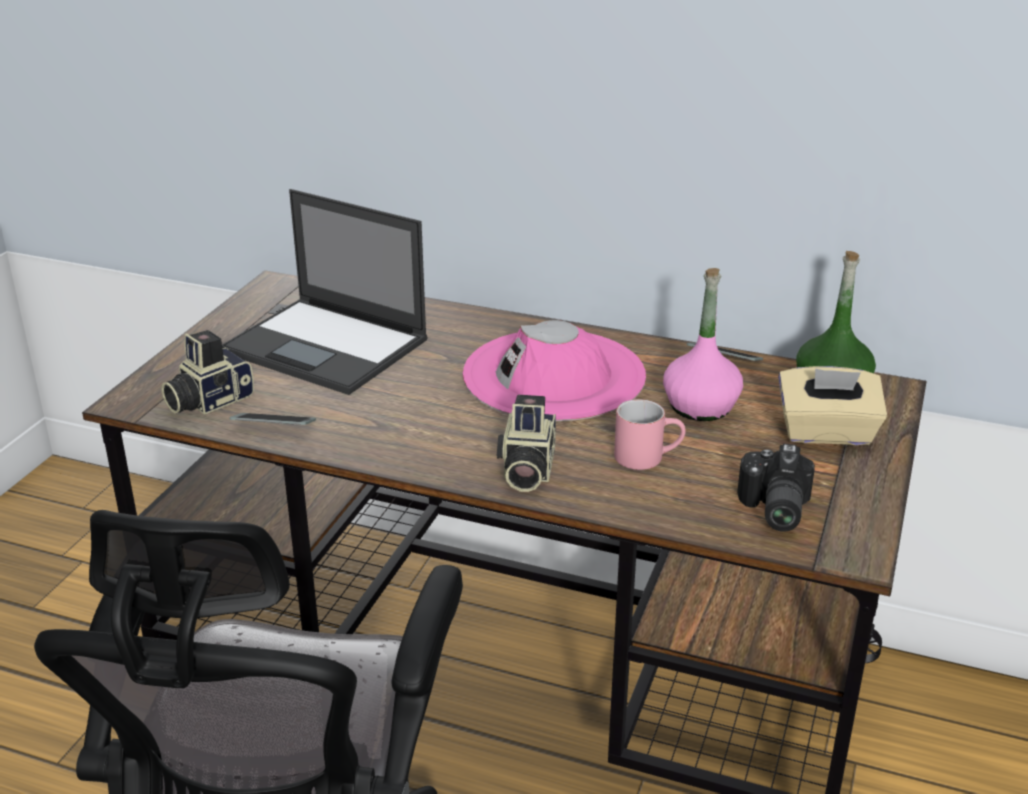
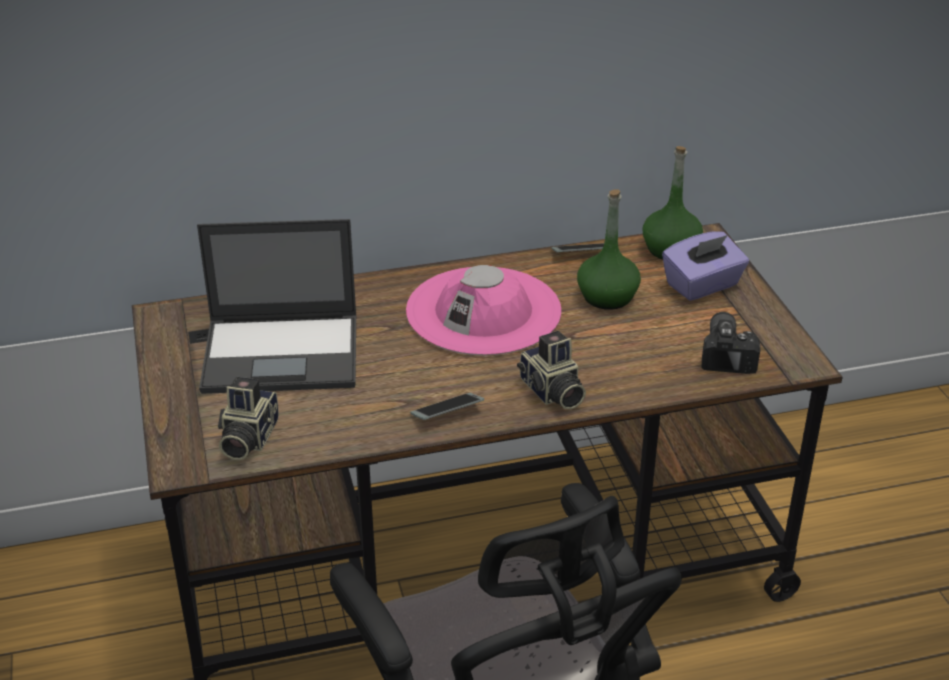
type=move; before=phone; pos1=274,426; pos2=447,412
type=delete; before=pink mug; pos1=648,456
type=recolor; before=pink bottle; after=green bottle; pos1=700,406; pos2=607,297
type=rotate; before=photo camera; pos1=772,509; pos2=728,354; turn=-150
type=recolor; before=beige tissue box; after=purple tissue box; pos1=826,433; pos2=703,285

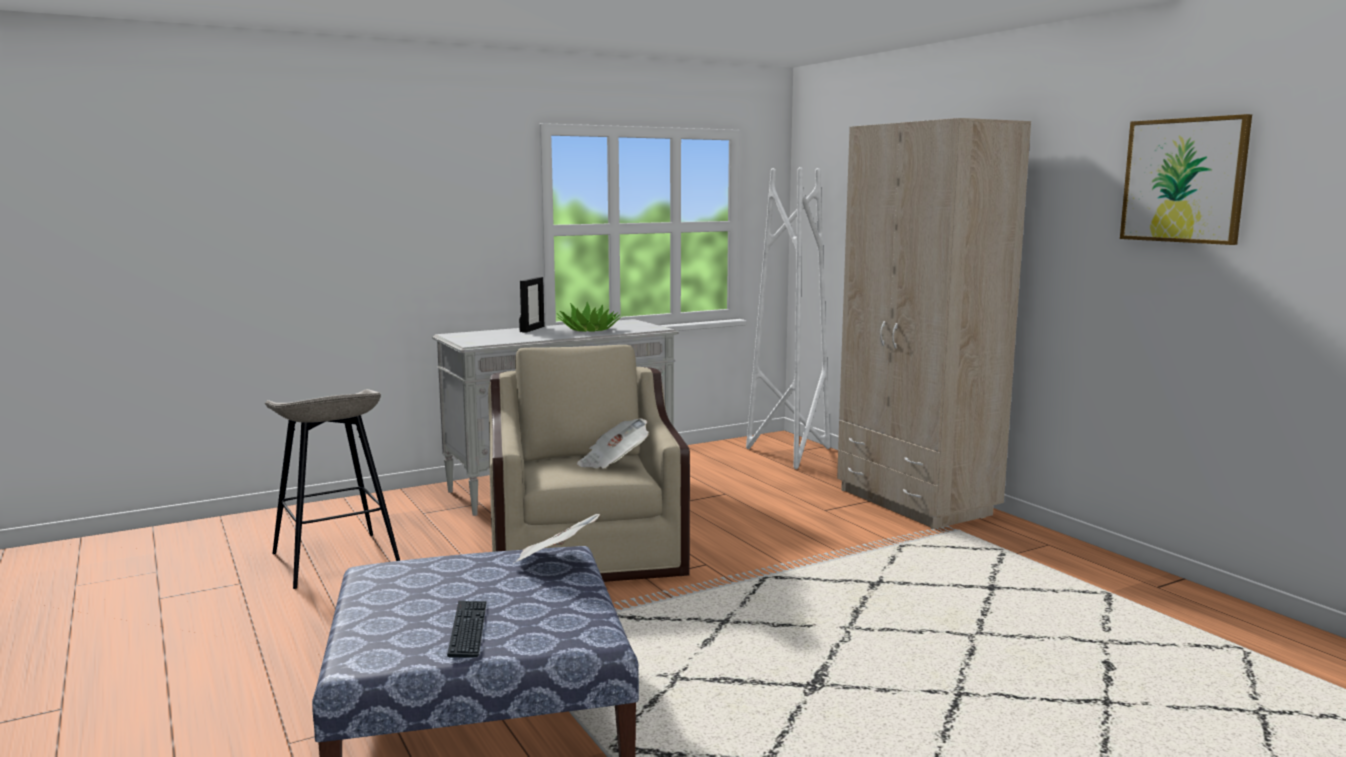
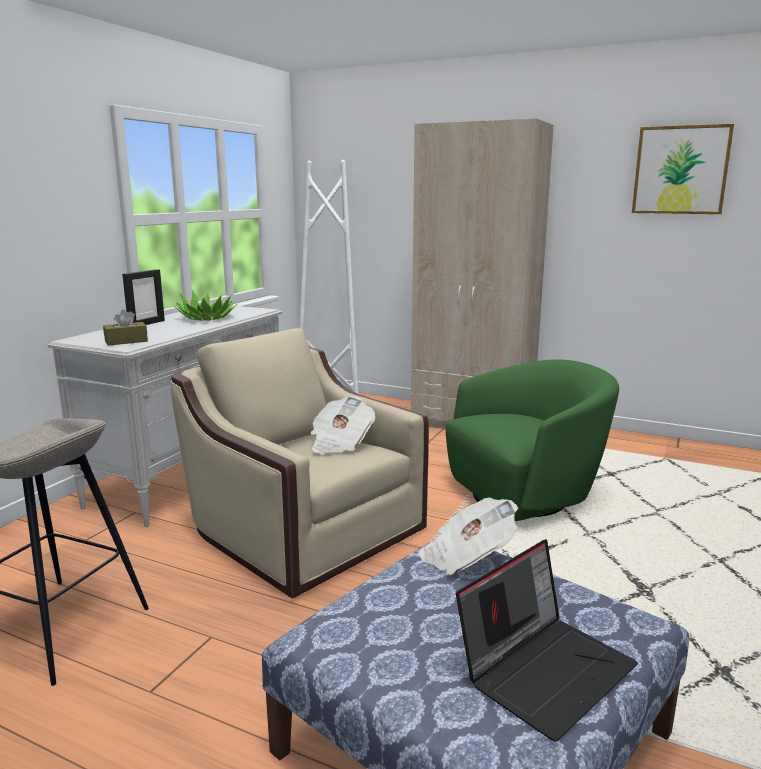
type=replace; before=keyboard; after=laptop; pos1=468,629; pos2=545,669
type=rotate; before=picture frame; pos1=532,329; pos2=146,324; turn=45
type=insert; after=brown tissue box; pos2=126,341
type=insert; after=green armchair; pos2=526,495

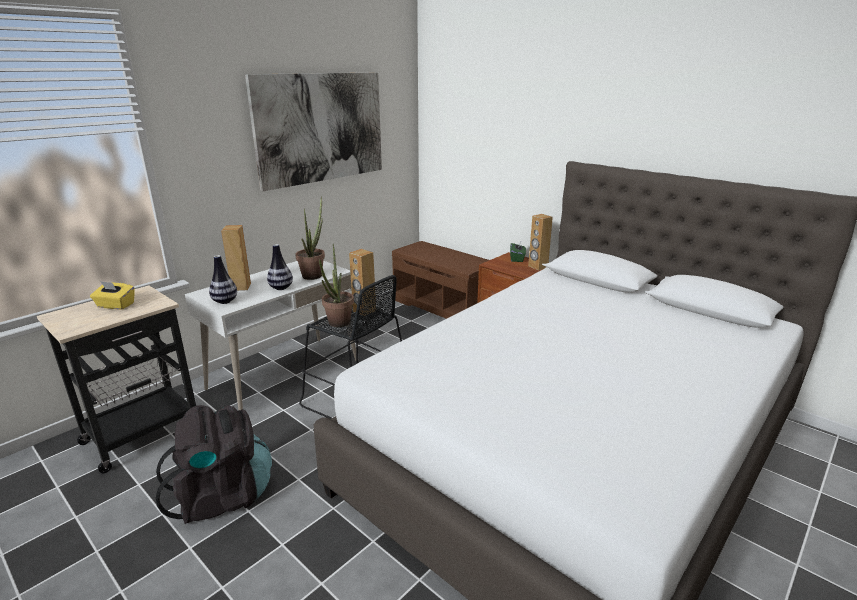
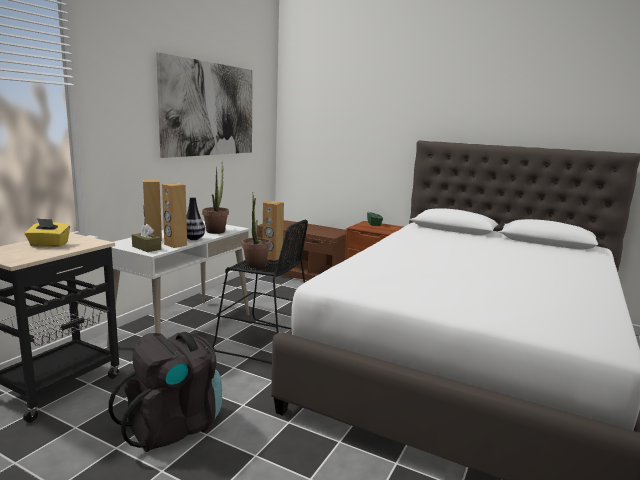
type=replace; before=vase; after=brown tissue box; pos1=225,301; pos2=146,248
type=move; before=brown speaker; pos1=537,266; pos2=175,245

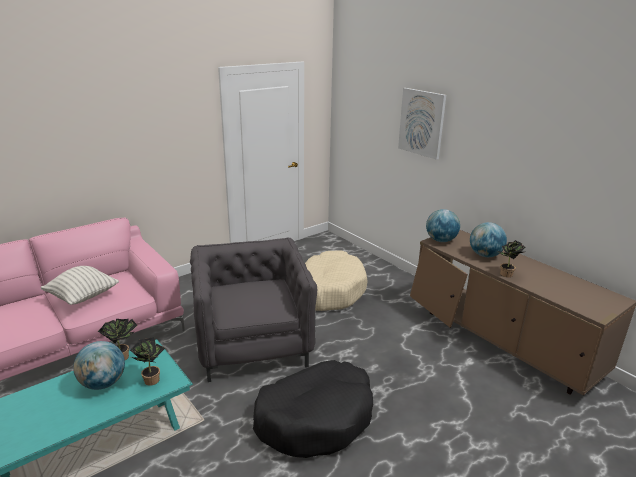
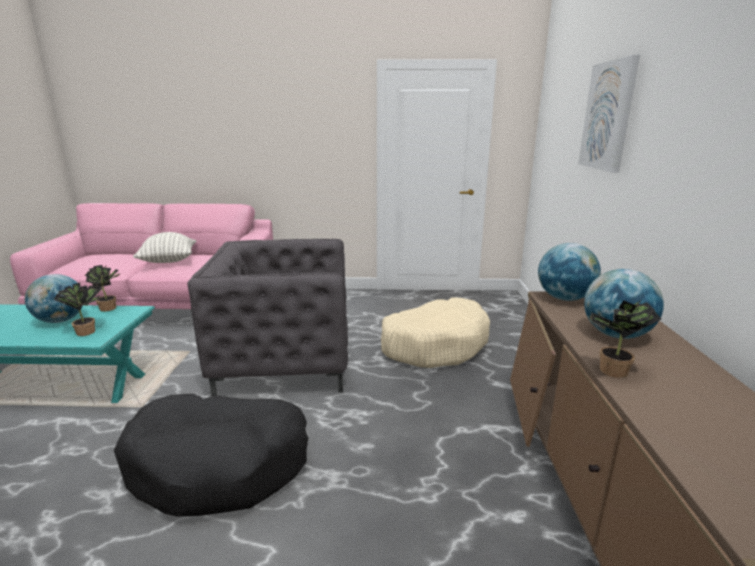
type=rotate; before=grey armchair; pos1=253,343; pos2=284,362; turn=-120

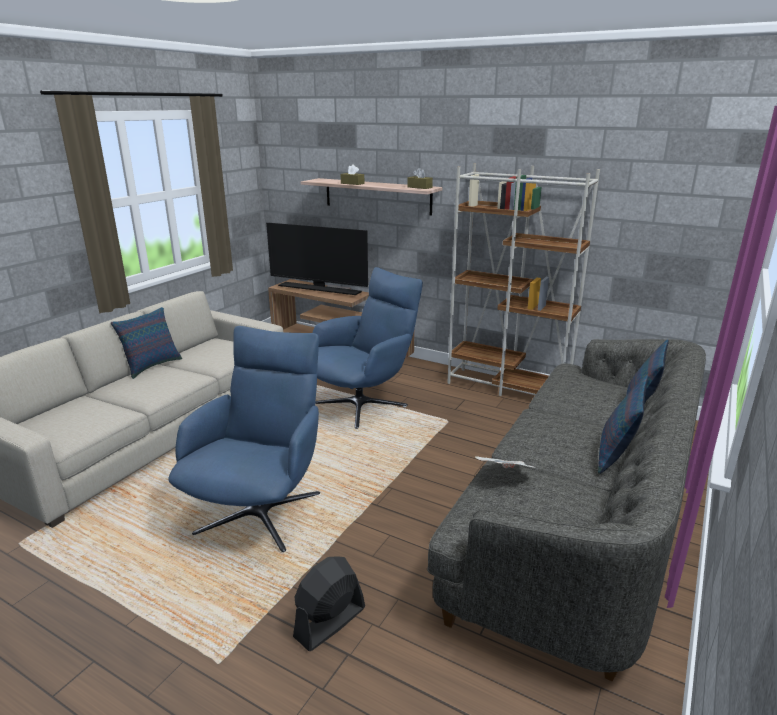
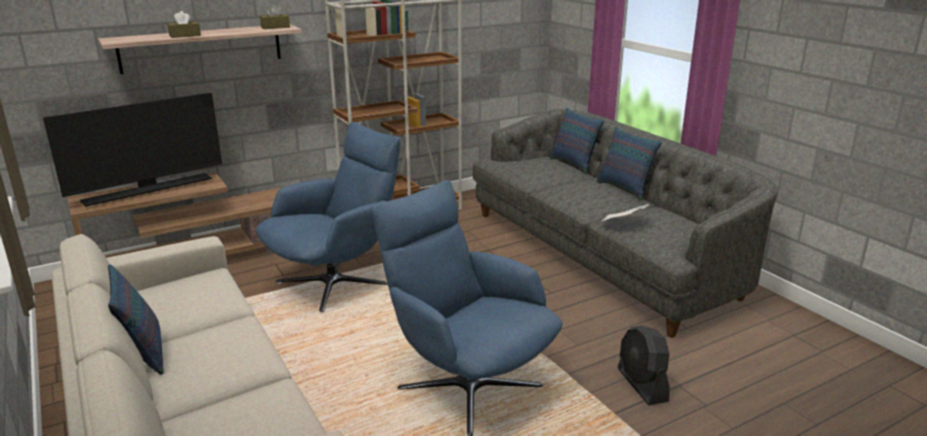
type=rotate; before=blue armchair; pos1=362,404; pos2=335,283; turn=60

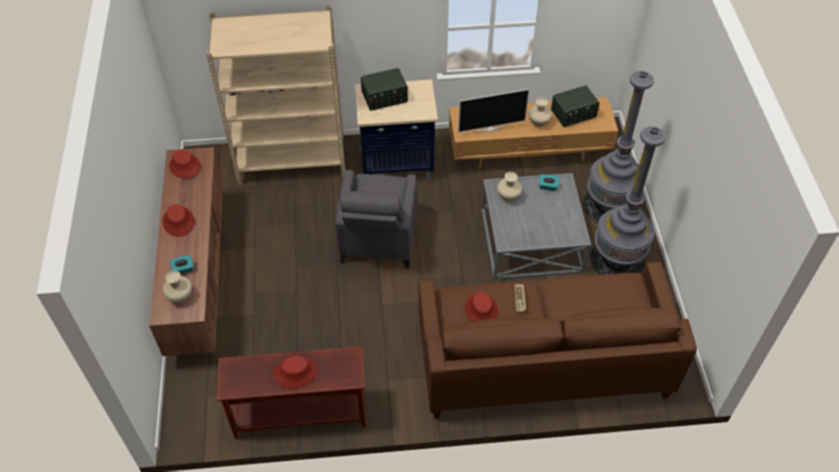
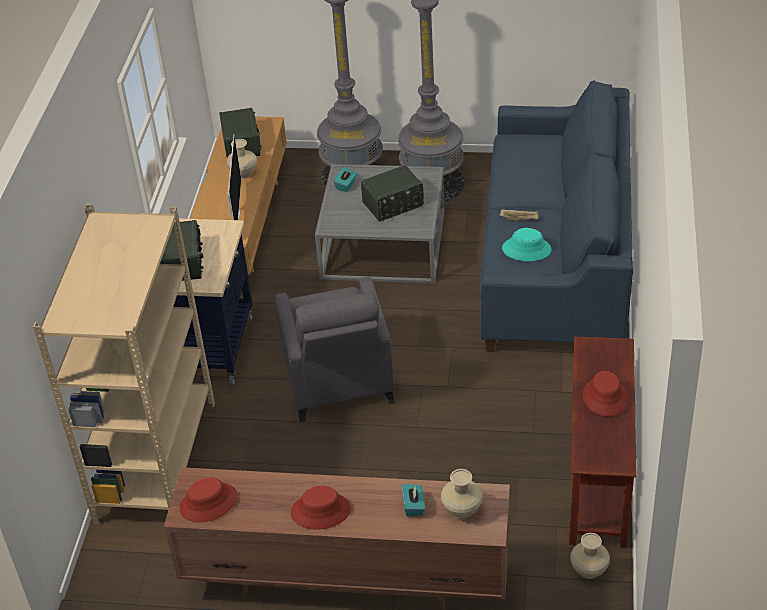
type=rotate; before=grey armchair; pos1=378,238; pos2=338,380; turn=60
type=recolor; before=brown sofa; after=blue sofa; pos1=542,360; pos2=556,261
type=recolor; before=red hat; after=turquoise hat; pos1=481,310; pos2=526,249
type=move; before=beige vase; pos1=509,196; pos2=589,570
type=insert; after=radio; pos2=393,205

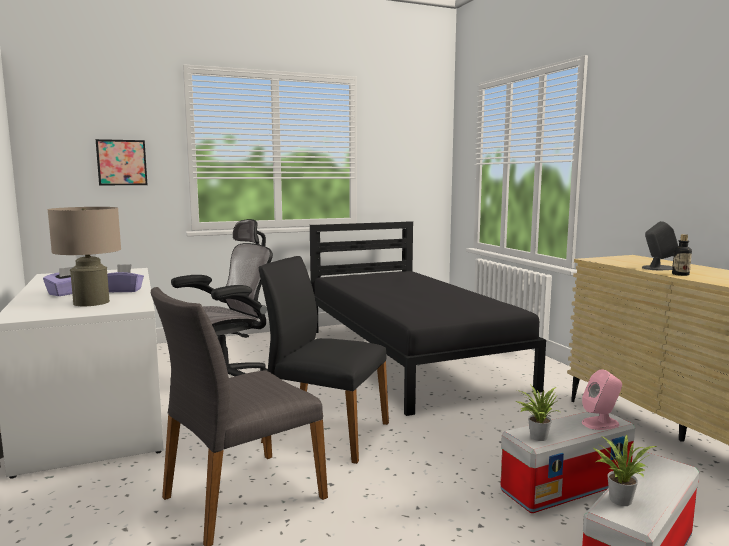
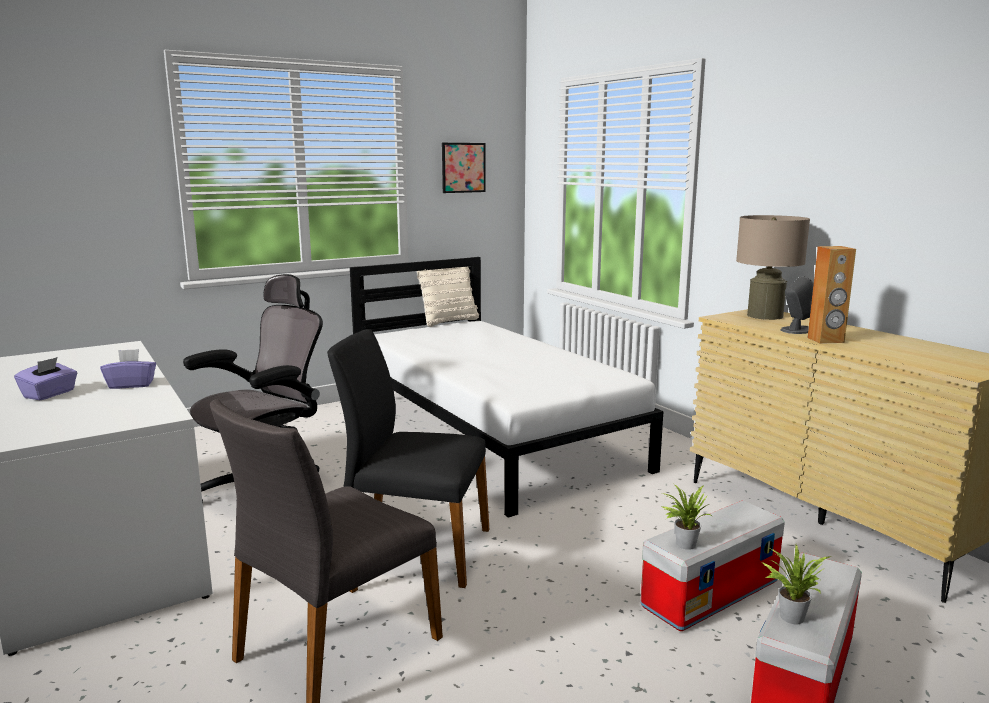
type=move; before=beige table lamp; pos1=91,302; pos2=765,316
type=move; before=picture; pos1=122,162; pos2=463,167
type=recolor; before=black bed; after=white bed; pos1=409,357; pos2=490,435
type=delete; before=pink speaker; pos1=600,423
type=replace; before=bottle; after=brown speaker; pos1=680,274; pos2=826,340
type=insert; after=beige pillow; pos2=448,321

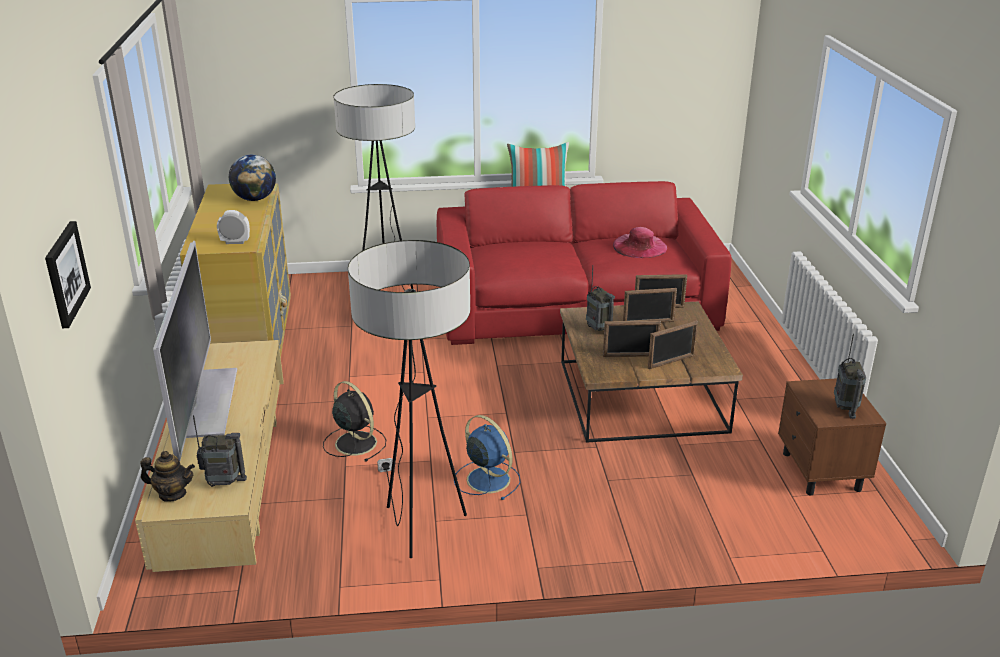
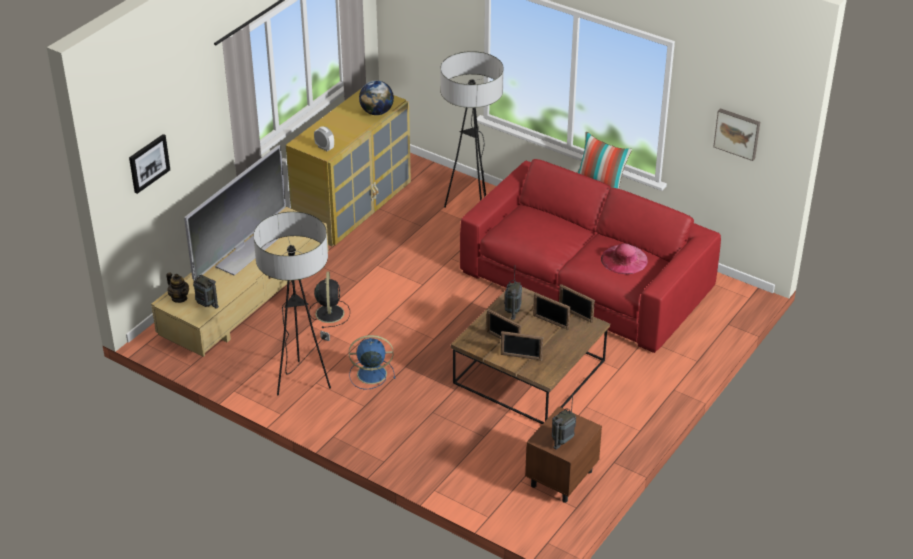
type=rotate; before=blue fan; pos1=486,479; pos2=370,374; turn=-90
type=insert; after=picture; pos2=737,133

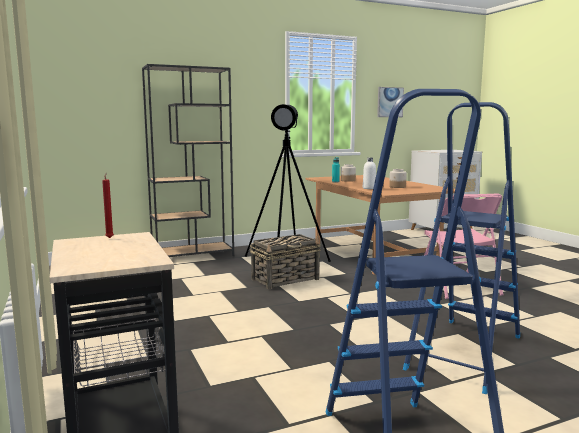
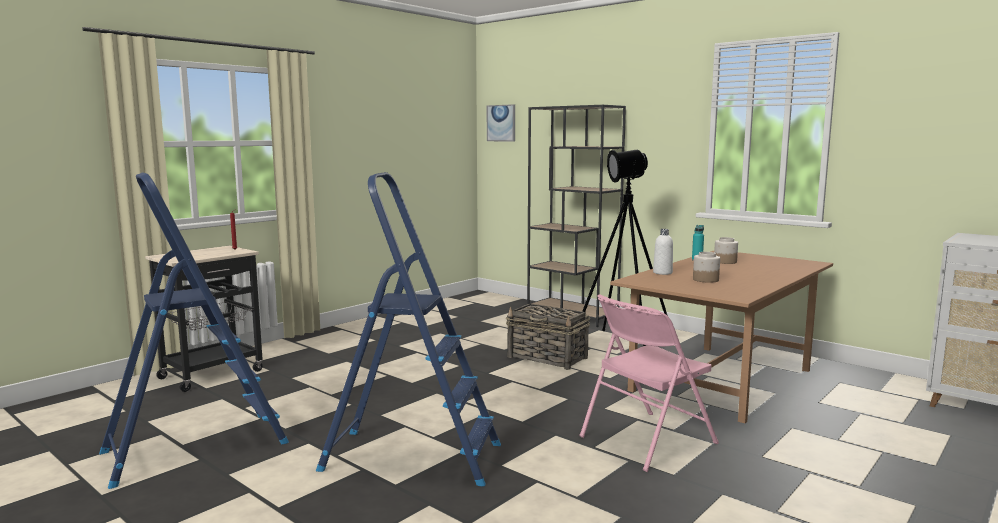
type=move; before=picture; pos1=390,102; pos2=501,123

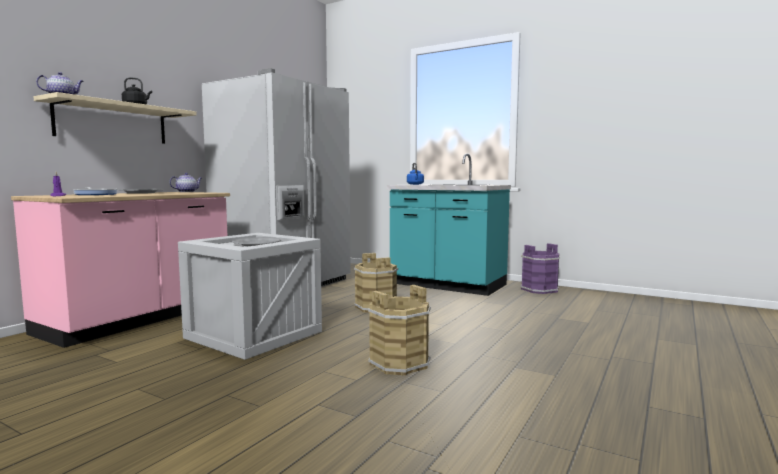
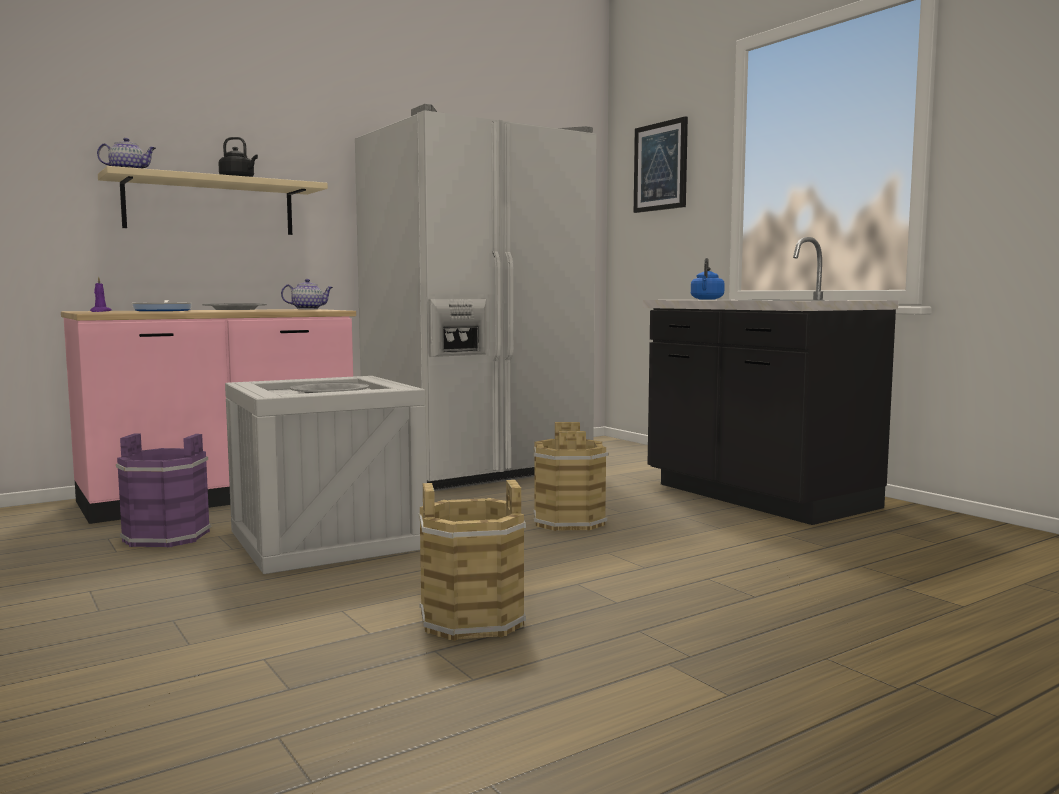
type=recolor; before=turquoise counter; after=black counter; pos1=447,285; pos2=757,497
type=move; before=purple bucket; pos1=539,289; pos2=167,536
type=insert; after=picture; pos2=661,166

